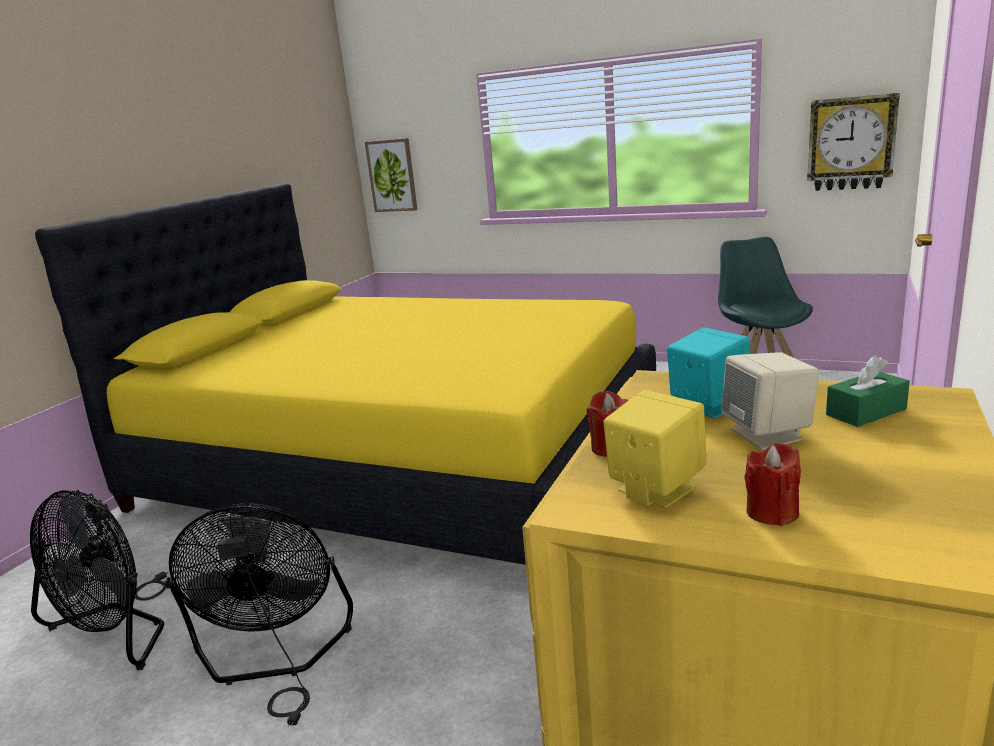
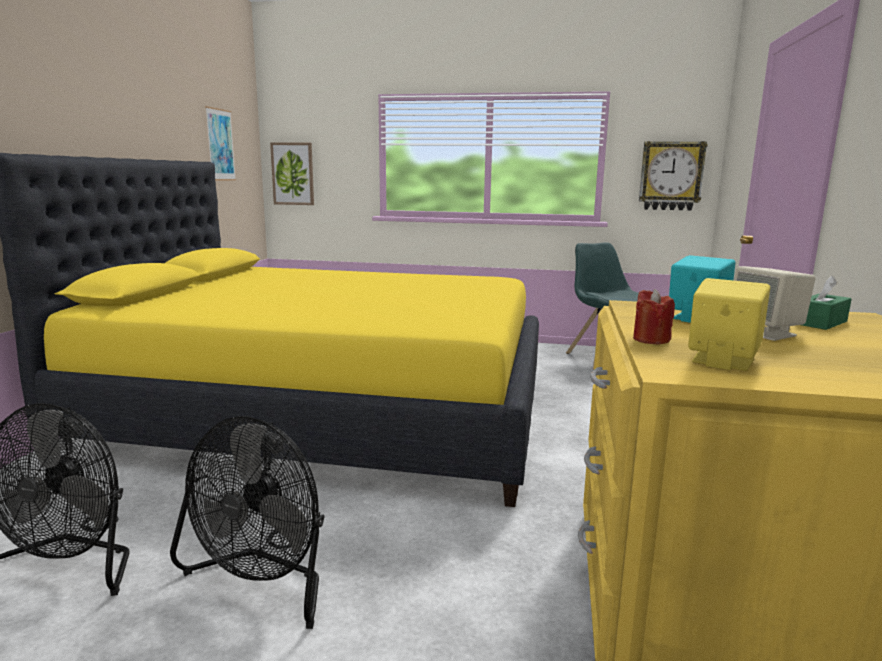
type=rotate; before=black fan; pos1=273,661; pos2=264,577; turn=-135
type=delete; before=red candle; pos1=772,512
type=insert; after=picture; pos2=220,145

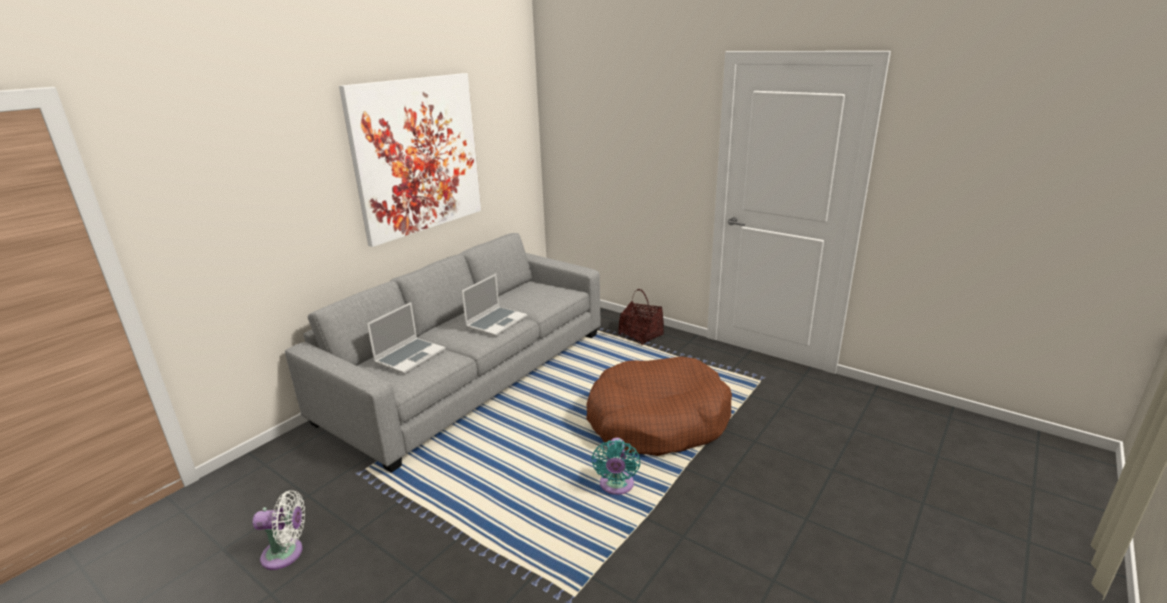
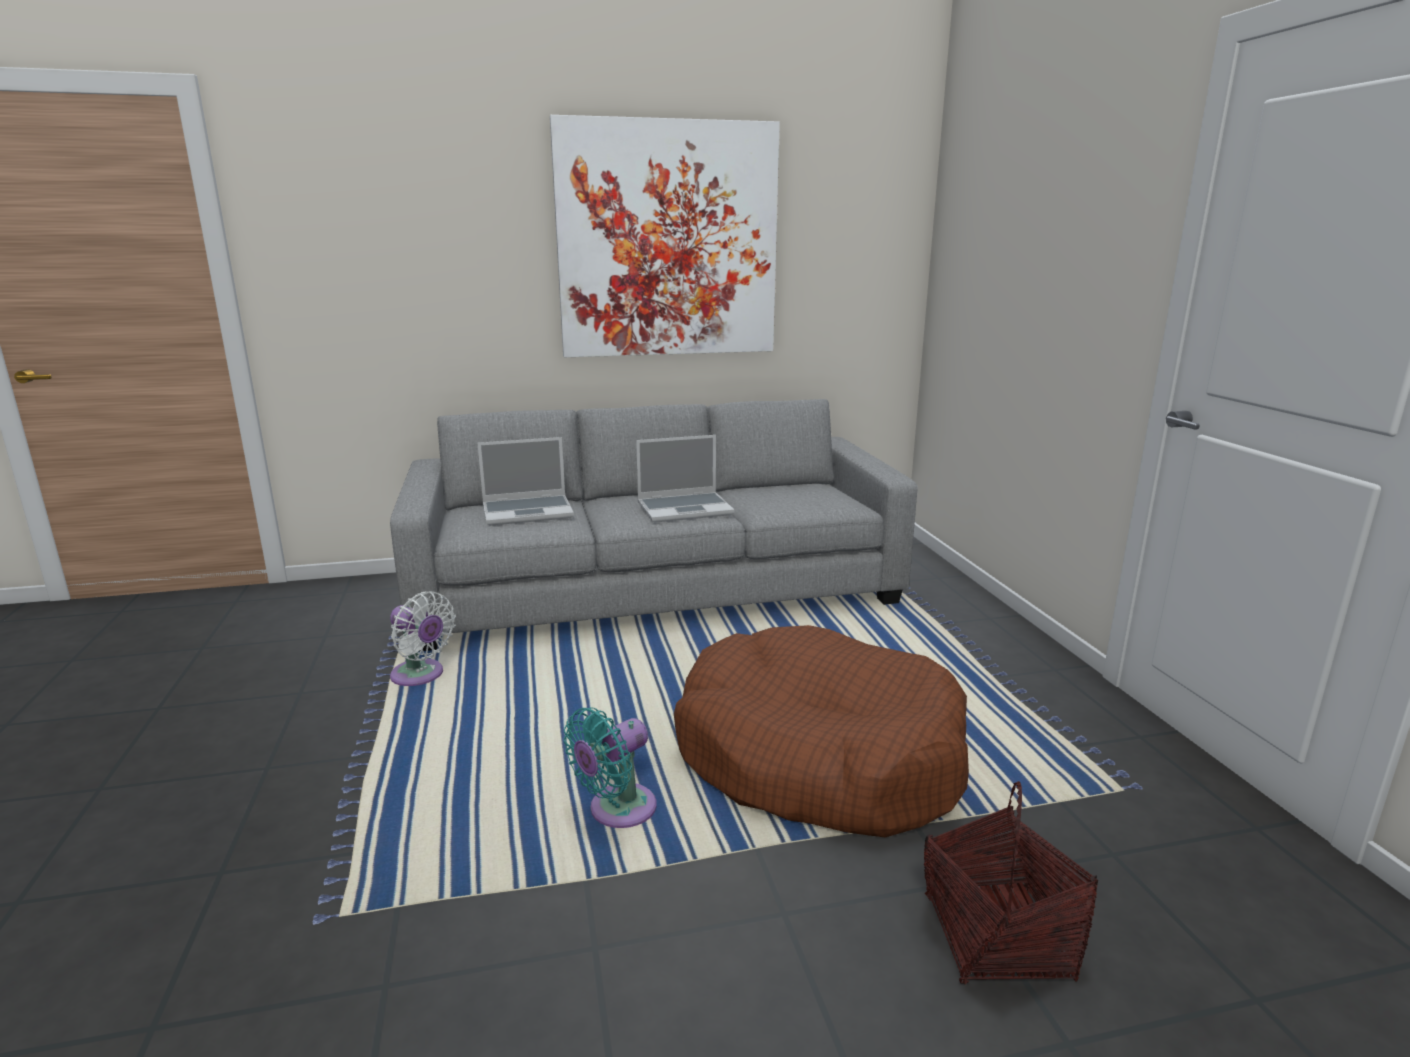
type=move; before=white fan; pos1=286,553; pos2=420,676
type=move; before=basket; pos1=641,335; pos2=996,938

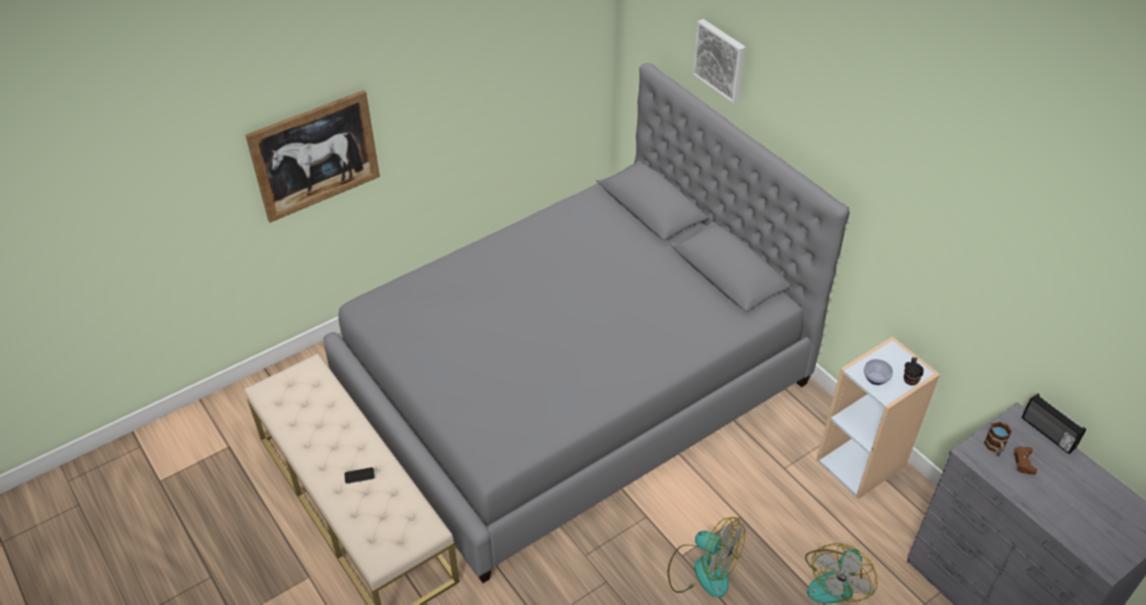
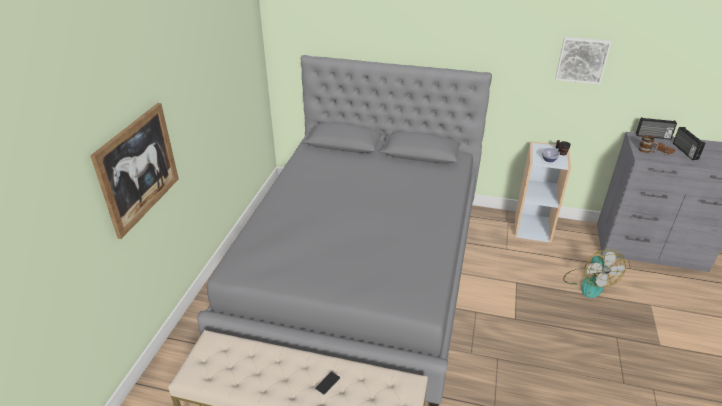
type=delete; before=fan; pos1=702,569
type=move; before=picture; pos1=721,60; pos2=582,59
type=insert; after=radio; pos2=684,151

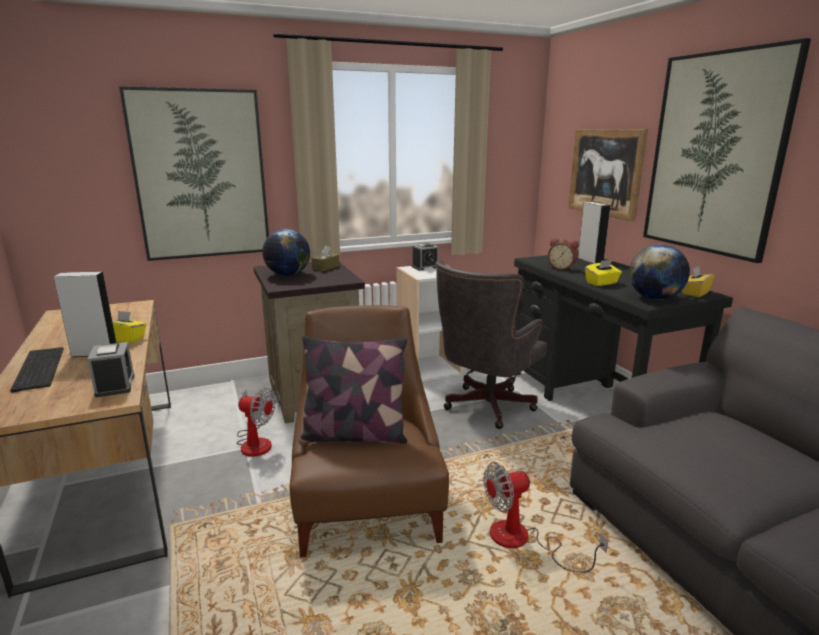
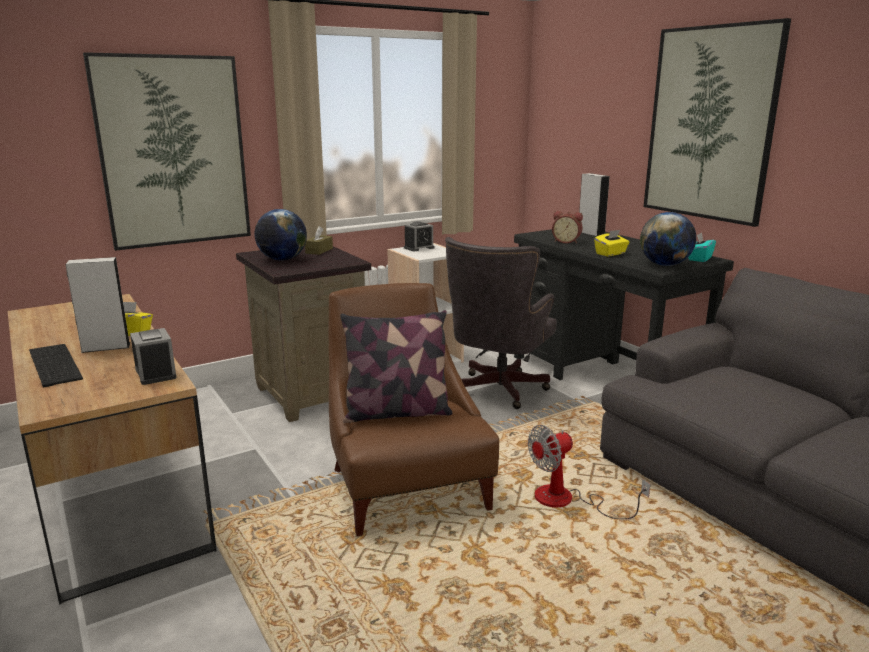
type=delete; before=fan; pos1=255,442
type=delete; before=picture; pos1=605,172
type=recolor; before=yellow tissue box; after=turquoise tissue box; pos1=695,293; pos2=699,259

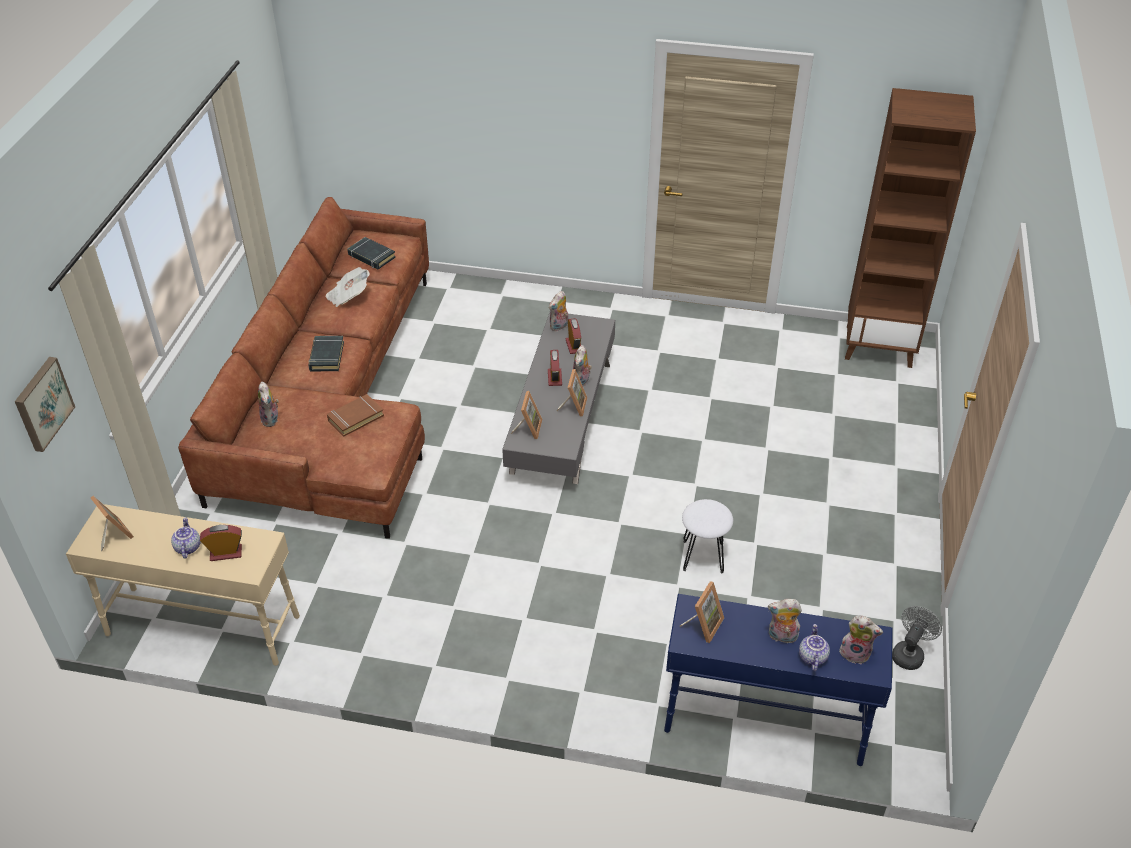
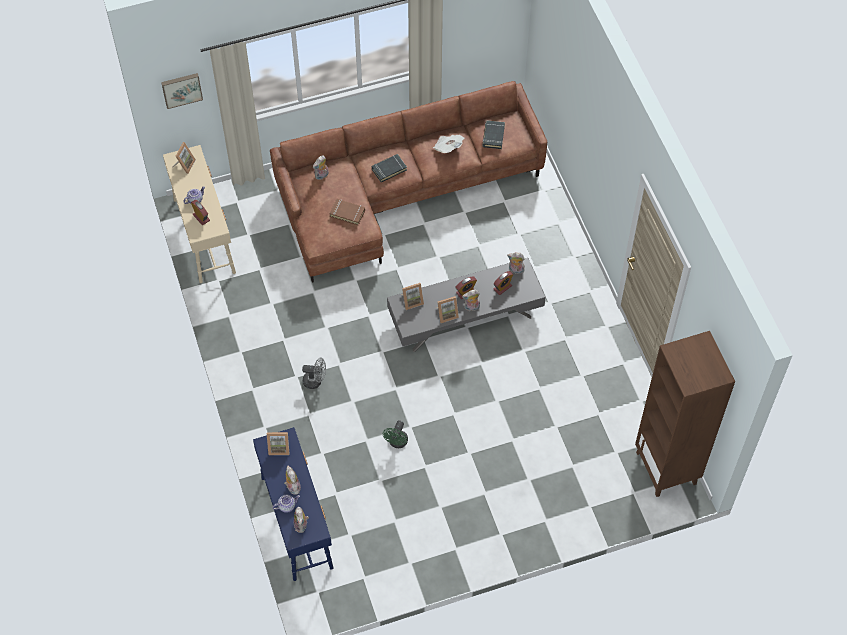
type=replace; before=white stool; after=green fan; pos1=703,556; pos2=397,443
type=move; before=grey fan; pos1=909,653; pos2=315,381

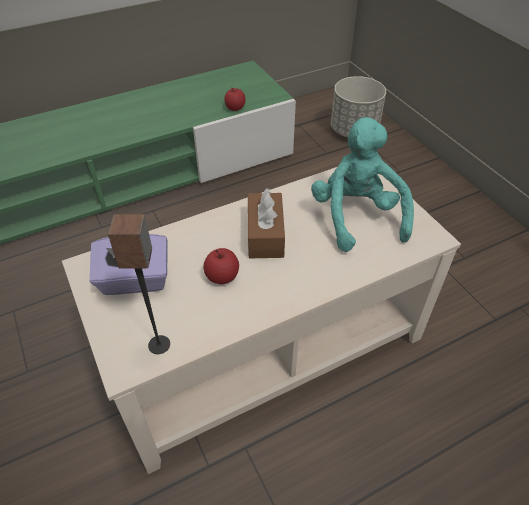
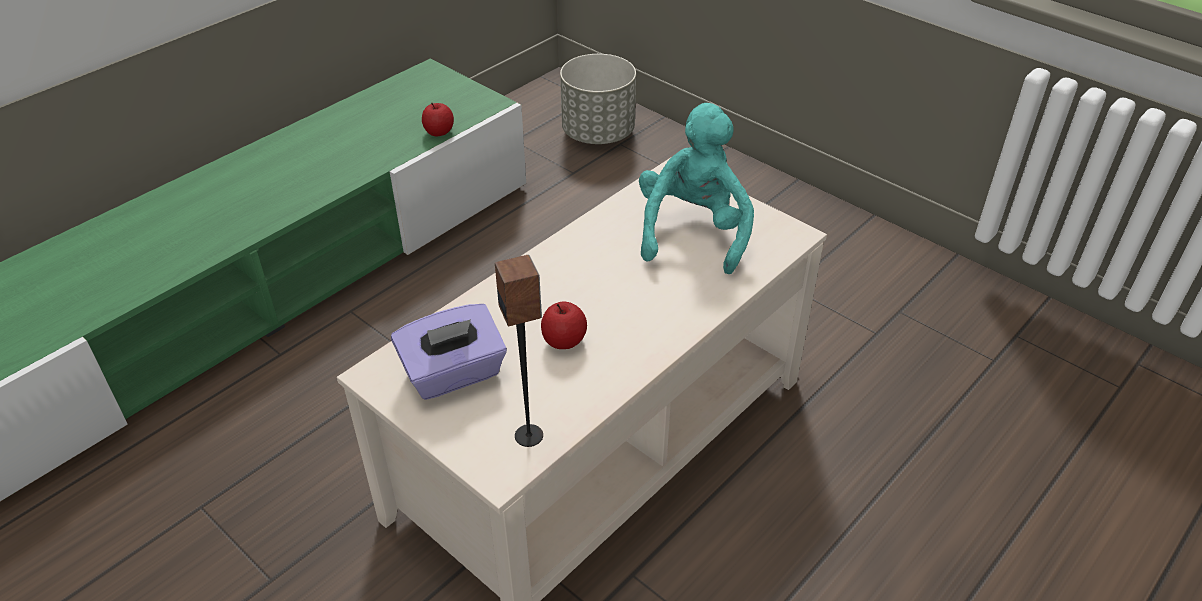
type=delete; before=brown tissue box; pos1=265,235
type=rotate; before=turquoise plush toy; pos1=356,216; pos2=693,232; turn=45

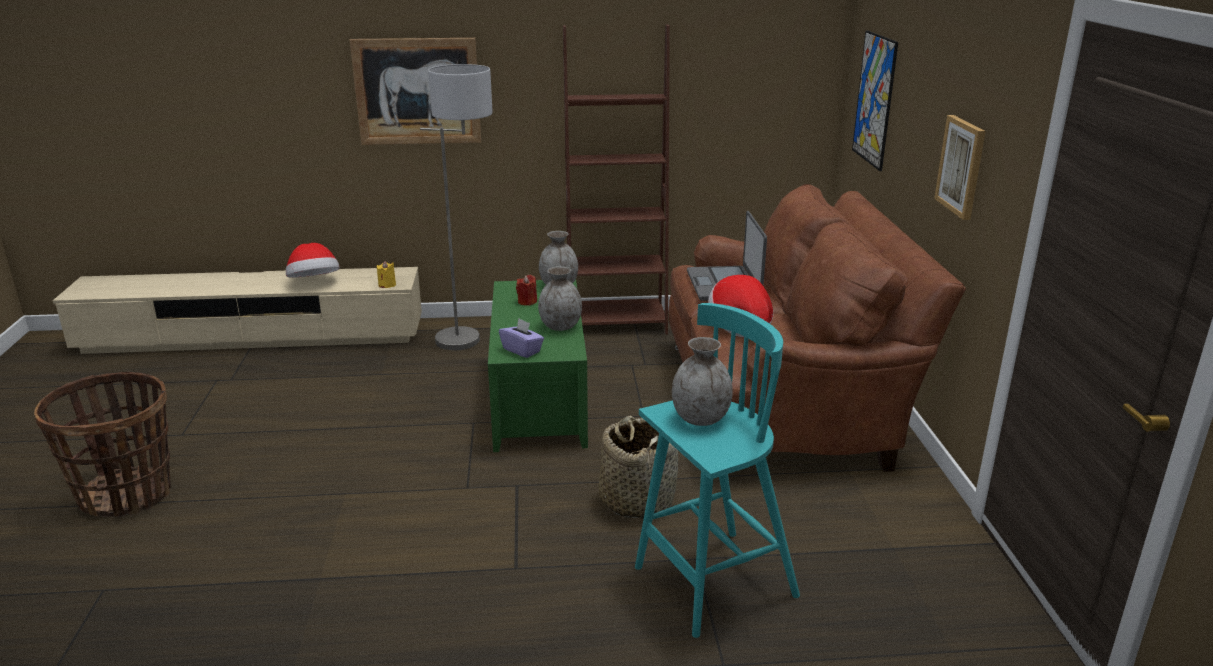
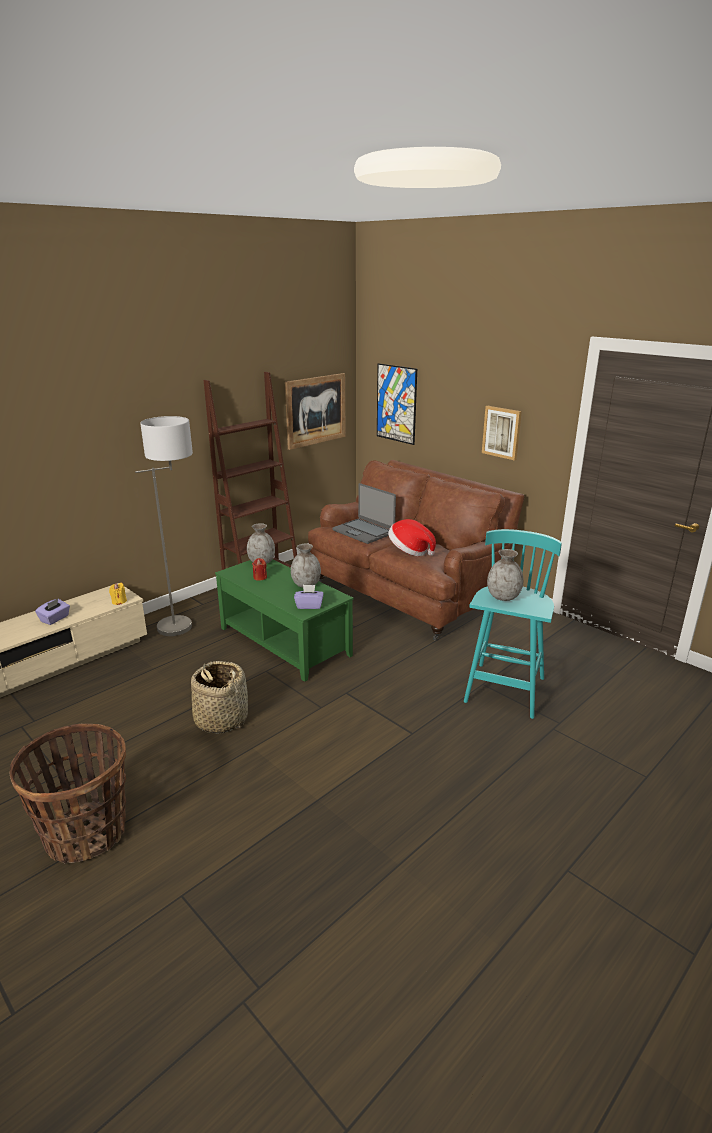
type=replace; before=hat; after=purple tissue box; pos1=314,283; pos2=55,619
type=move; before=picture; pos1=417,91; pos2=315,410
type=move; before=basket; pos1=637,500; pos2=221,719

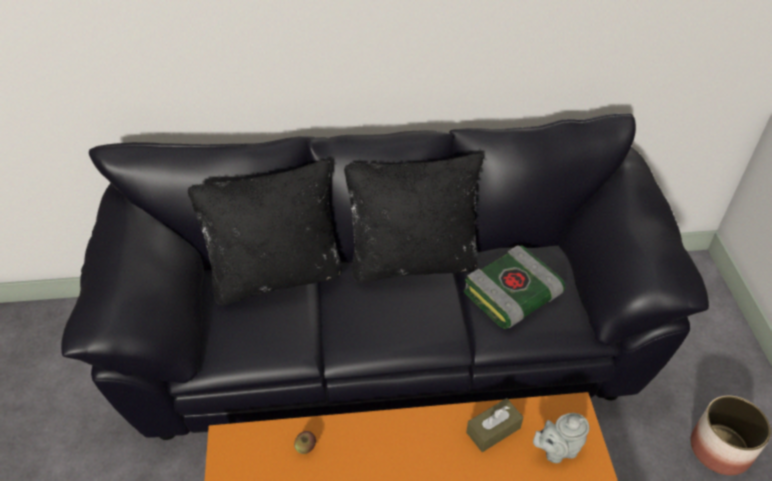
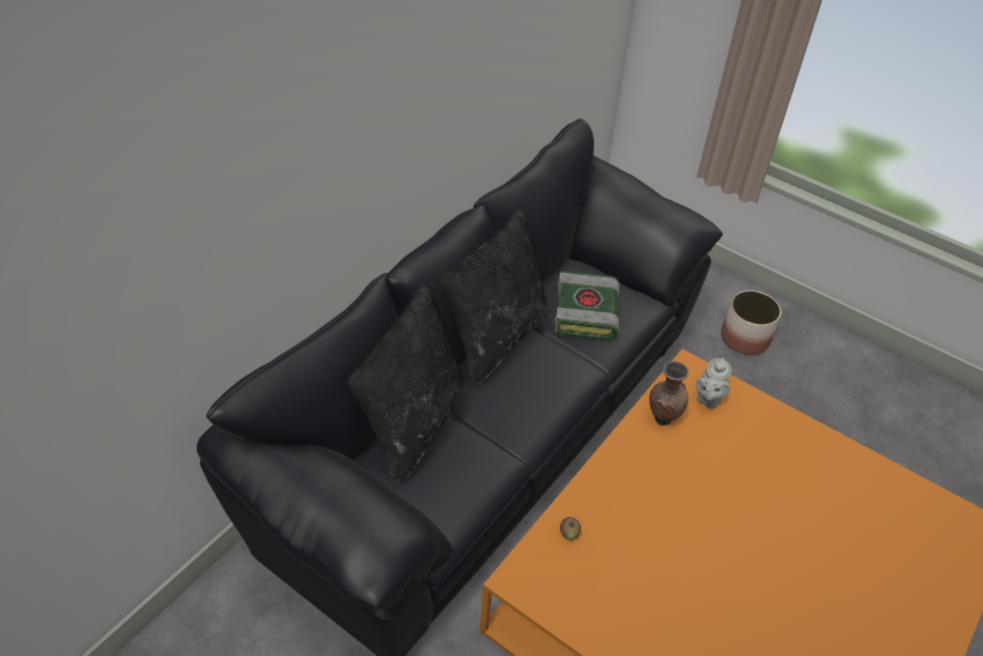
type=replace; before=brown tissue box; after=brown vase; pos1=493,430; pos2=662,417

